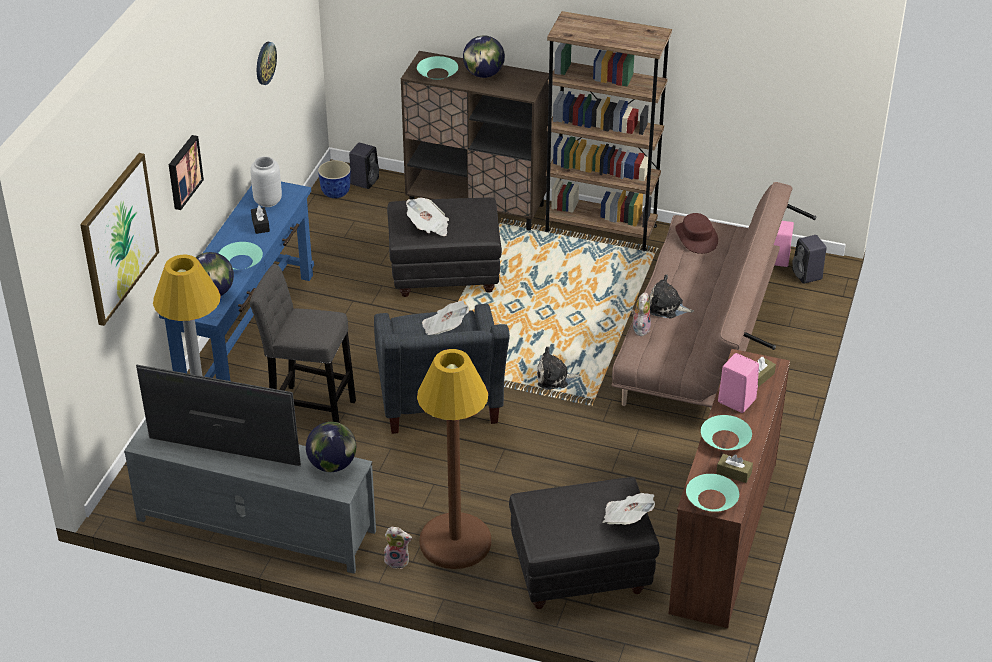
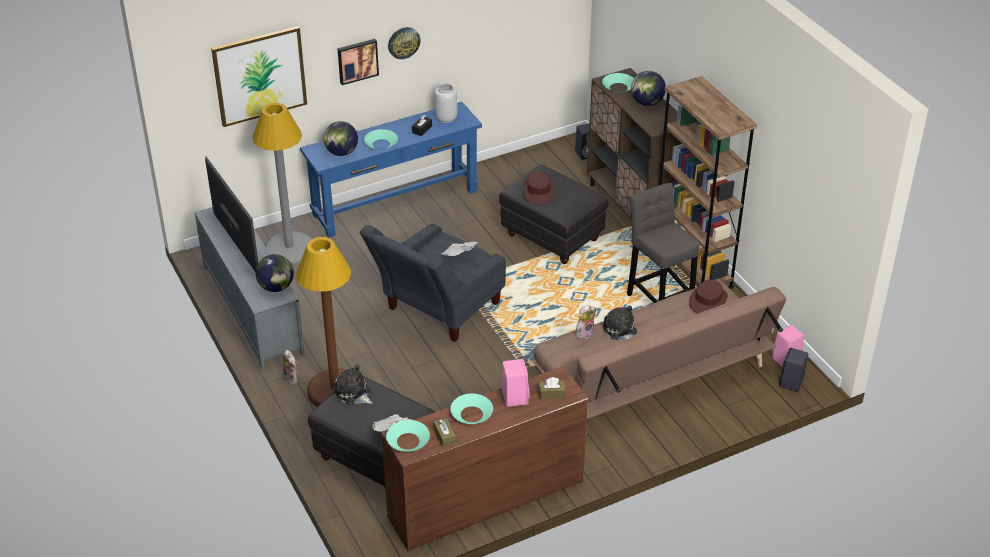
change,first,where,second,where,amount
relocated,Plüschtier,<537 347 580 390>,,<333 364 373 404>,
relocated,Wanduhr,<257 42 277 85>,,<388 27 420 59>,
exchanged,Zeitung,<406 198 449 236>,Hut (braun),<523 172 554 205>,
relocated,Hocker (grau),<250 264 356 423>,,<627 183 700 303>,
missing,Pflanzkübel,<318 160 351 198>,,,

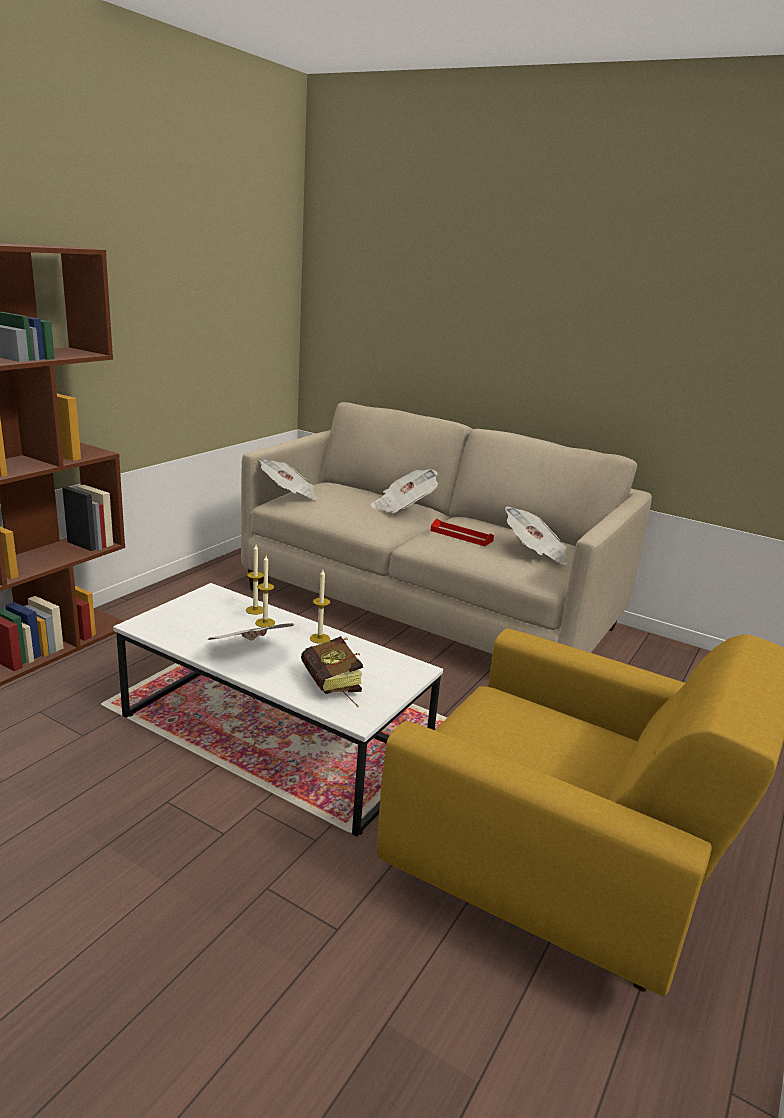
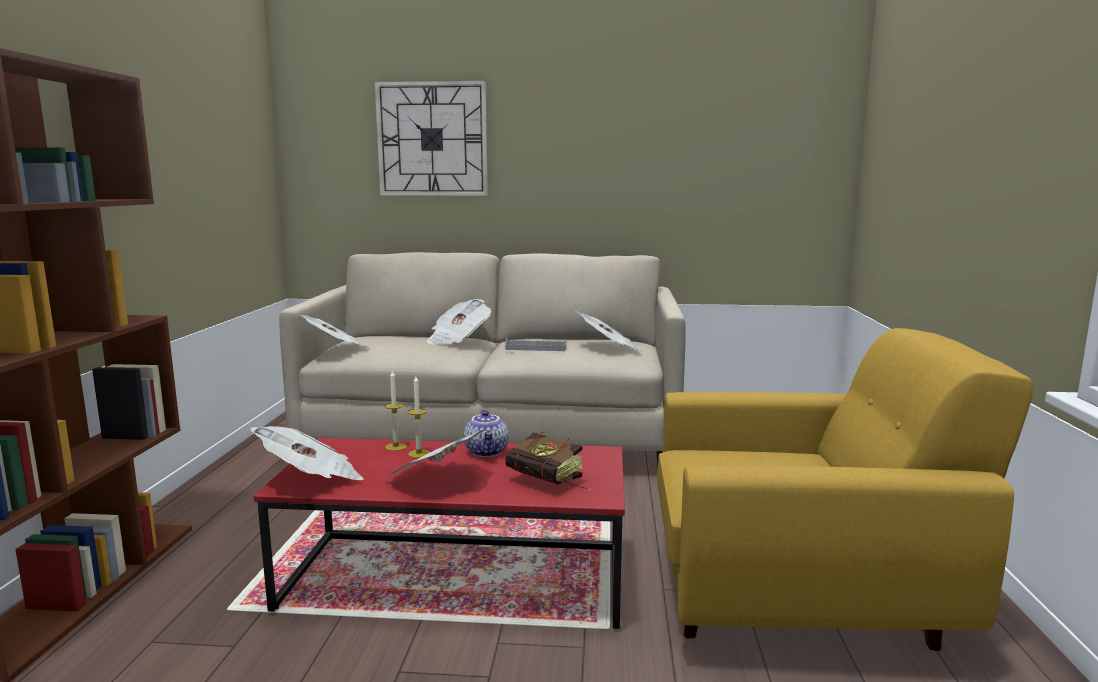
change,first,where,second,where,amount
appeared,,,Zeitung,<250 426 363 480>,
colour,Couchtisch (weiß),<113 583 443 837>,Couchtisch (rot),<253 438 625 629>,
appeared,,,Wanduhr,<375 81 488 196>,
exchanged,Kerze,<310 570 330 644>,Teekanne,<464 410 508 457>,
colour,Tablett (rot),<430 519 494 546>,Tablett (grau),<505 338 567 351>,

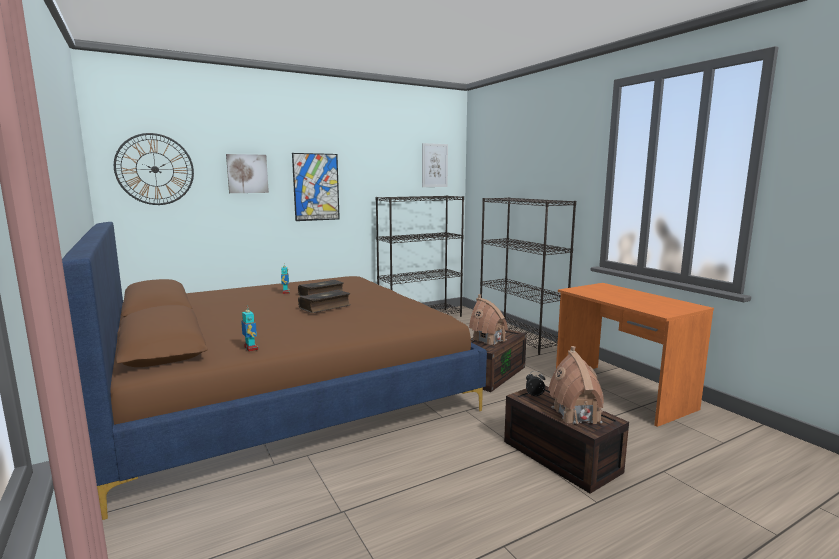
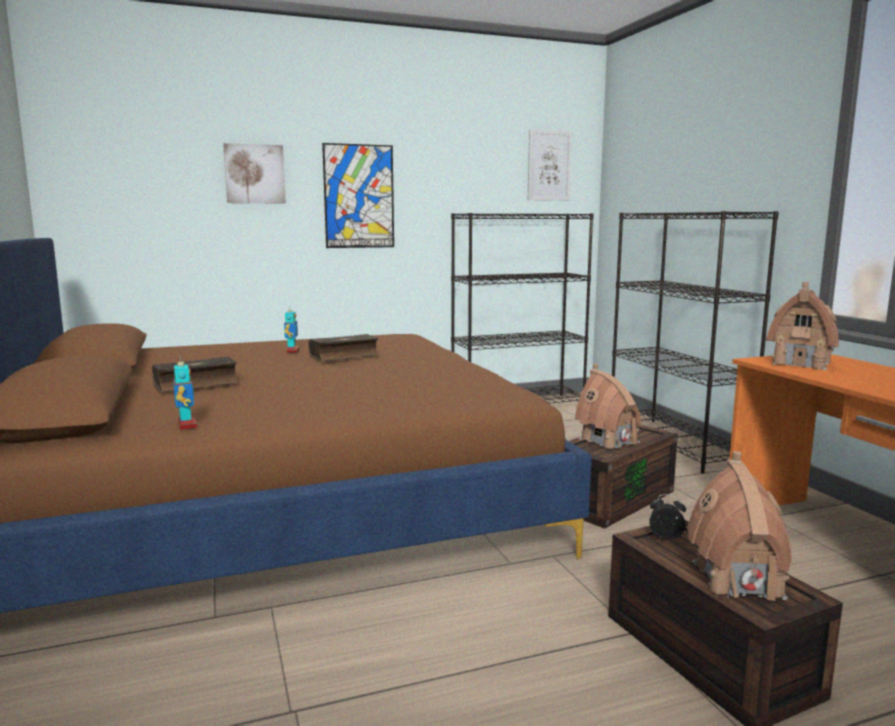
change,first,where,second,where,amount
relocated,Buch,<298 290 350 313>,,<152 357 238 393>,
appeared,,,Spielzeughaus,<766 282 839 370>,
missing,Wanduhr,<114 133 194 205>,,,

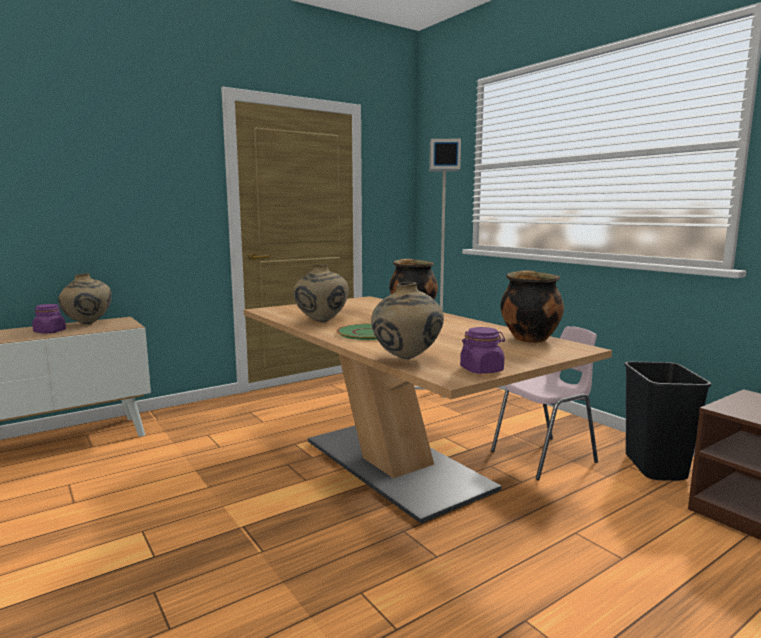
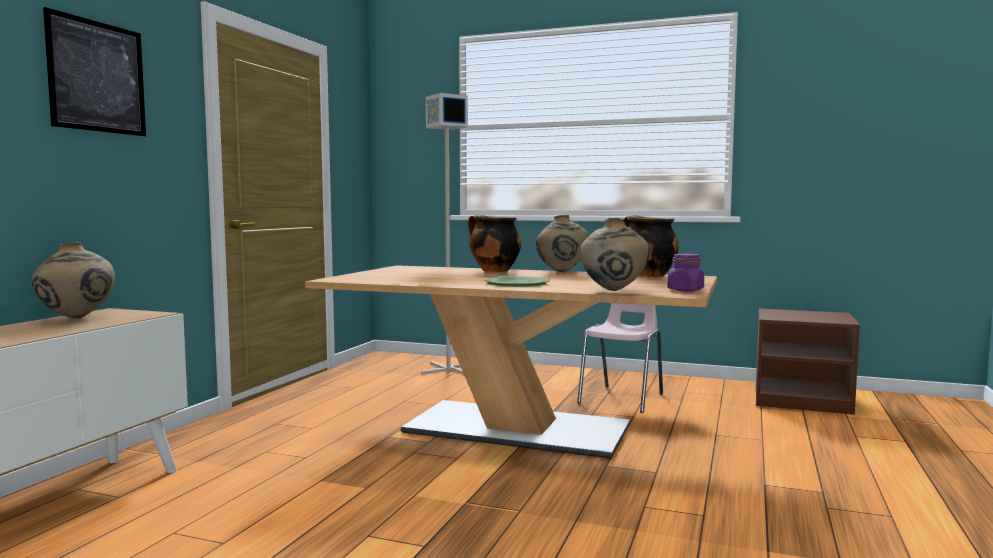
change,first,where,second,where,amount
appeared,,,Bild,<43 7 146 136>,
relocated,Vase (beige),<293 265 349 323>,,<536 215 589 272>,
missing,Vorratsglas (lila),<32 304 66 334>,,,
missing,Mülleimer (schwarz),<624 362 711 481>,,,

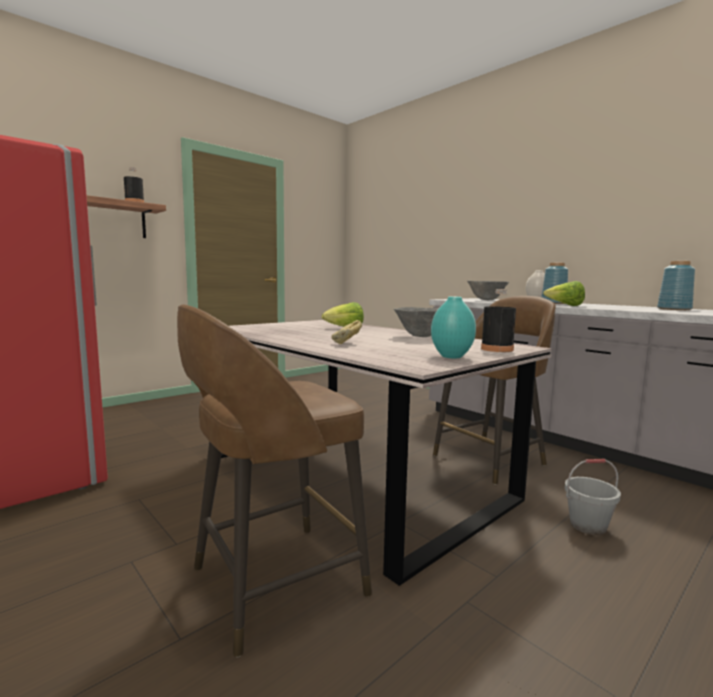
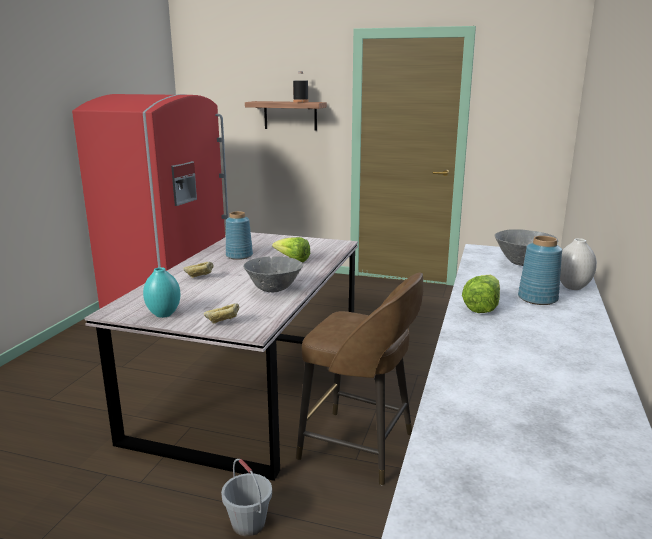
change,first,where,second,where,amount
exchanged,Flasche (schwarz),<481 289 516 352>,Brot,<204 304 239 324>,
relocated,Vase (blau),<657 261 695 310>,,<226 211 253 260>,
missing,Hocker (braun),<177 304 372 657>,,,

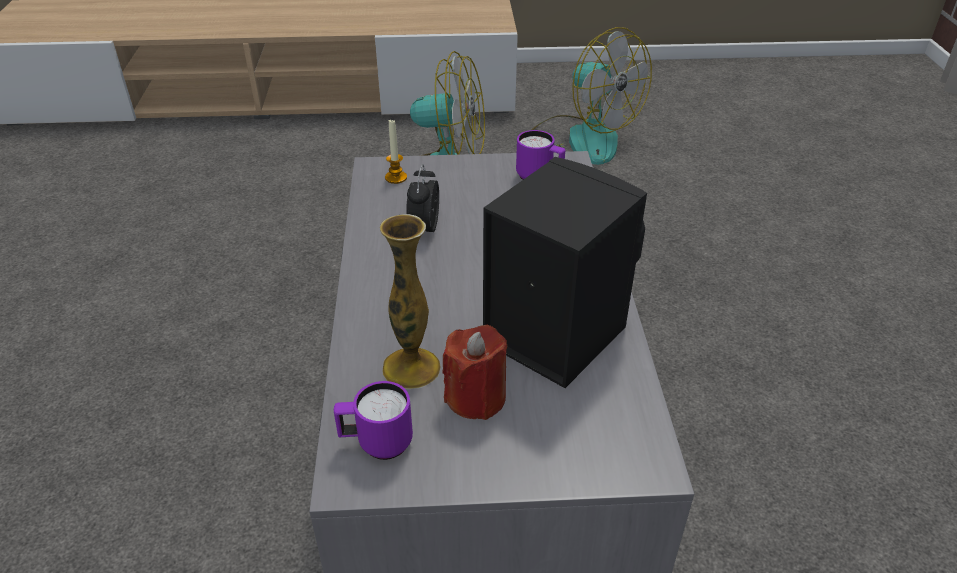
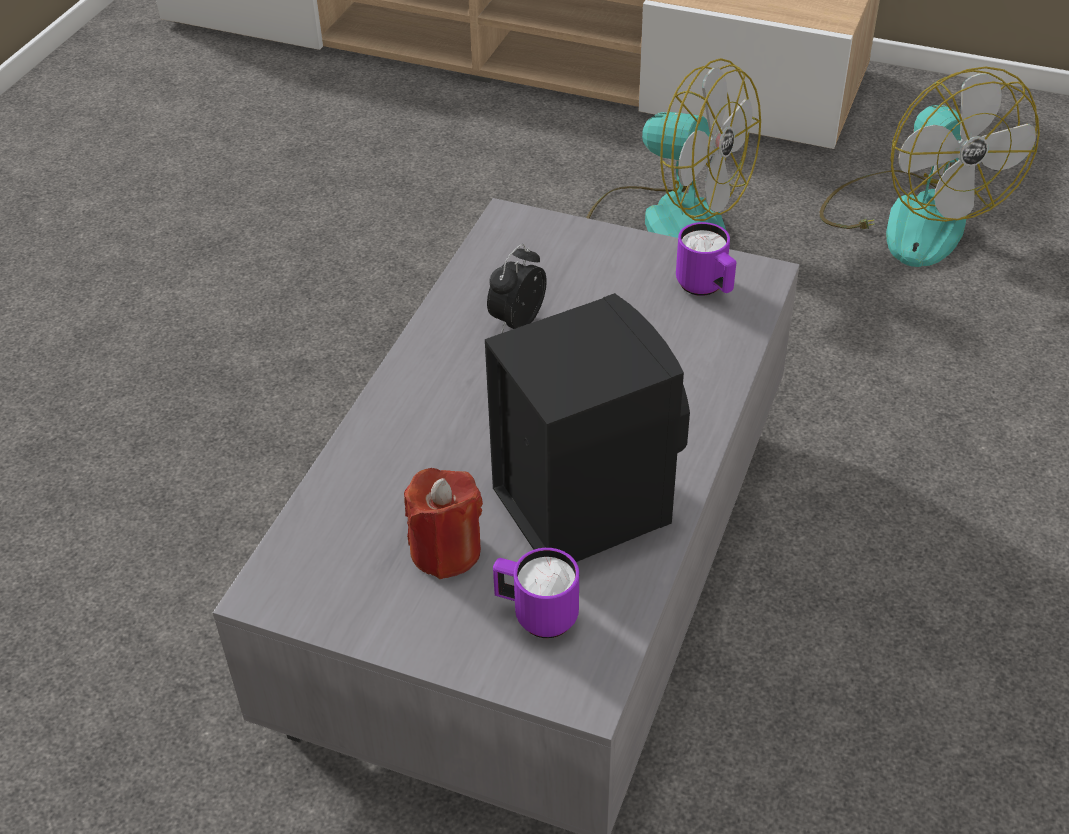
change,first,where,second,where,amount
relocated,Henkelbecher (lila),<334 381 413 460>,,<493 548 579 638>,
missing,Vase,<380 214 440 389>,,,
missing,Kerze,<385 119 407 184>,,,

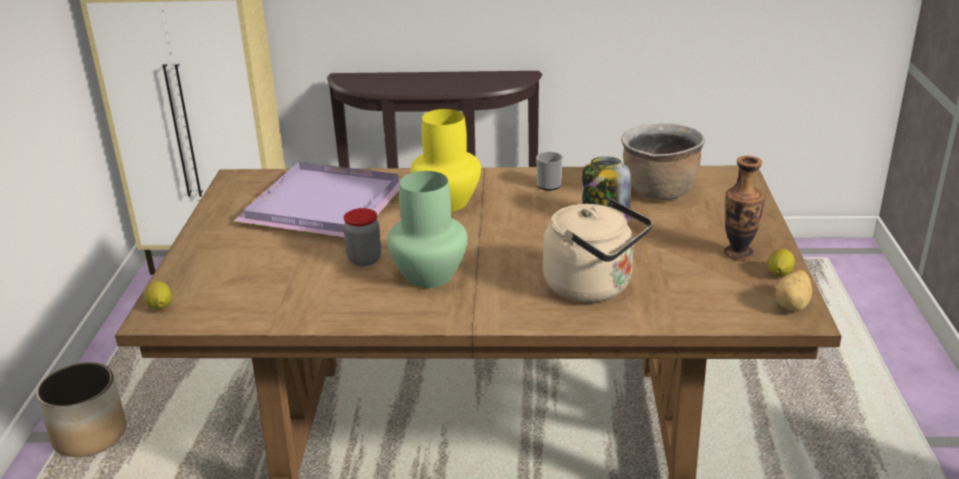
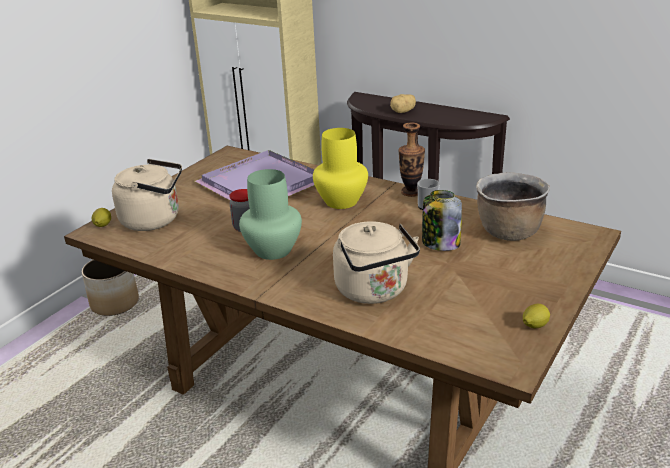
change,first,where,second,where,amount
appeared,,,Wasserkessel (beige),<112 159 182 231>,
relocated,Kartoffel,<775 270 812 312>,,<390 94 416 113>,
relocated,Vase,<724 156 766 261>,,<398 123 425 197>,

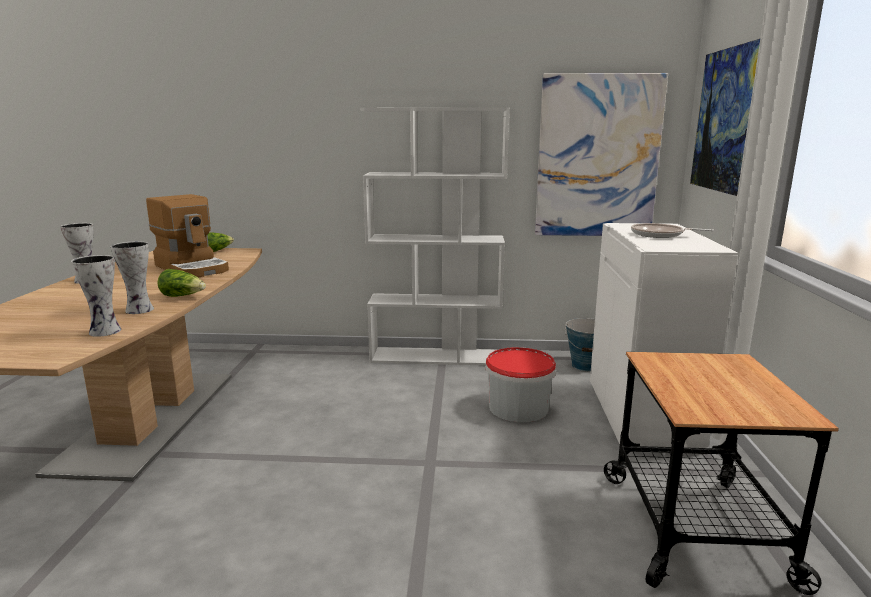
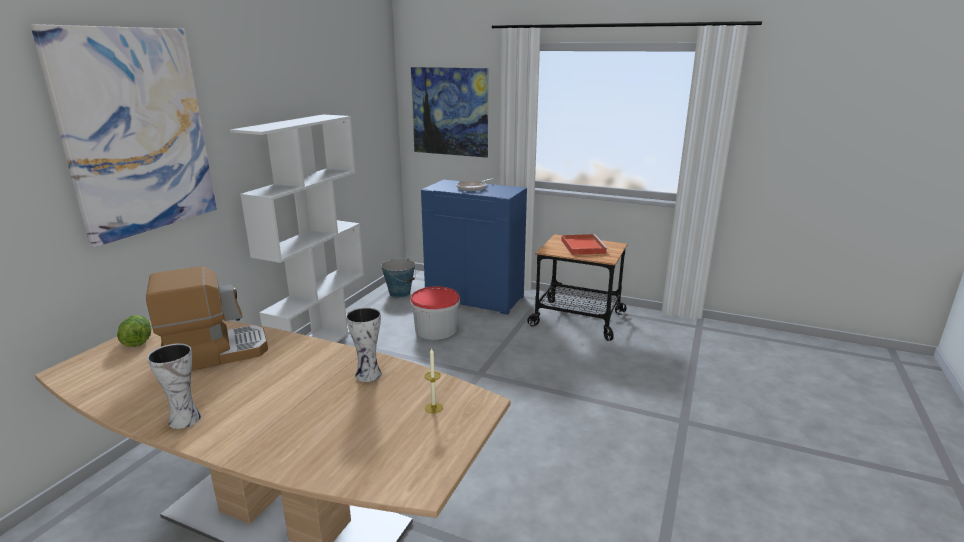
change,first,where,second,where,amount
relocated,Bild,<535 73 668 236>,,<30 24 217 247>,
colour,Schrank (weiß),<590 223 738 448>,Schrank (blau),<421 180 527 315>,
appeared,,,Kerze,<425 348 443 413>,
appeared,,,Tablett (rot),<561 234 608 255>,
missing,Vase,<71 255 122 337>,,,
missing,Salatkopf,<157 269 206 297>,,,

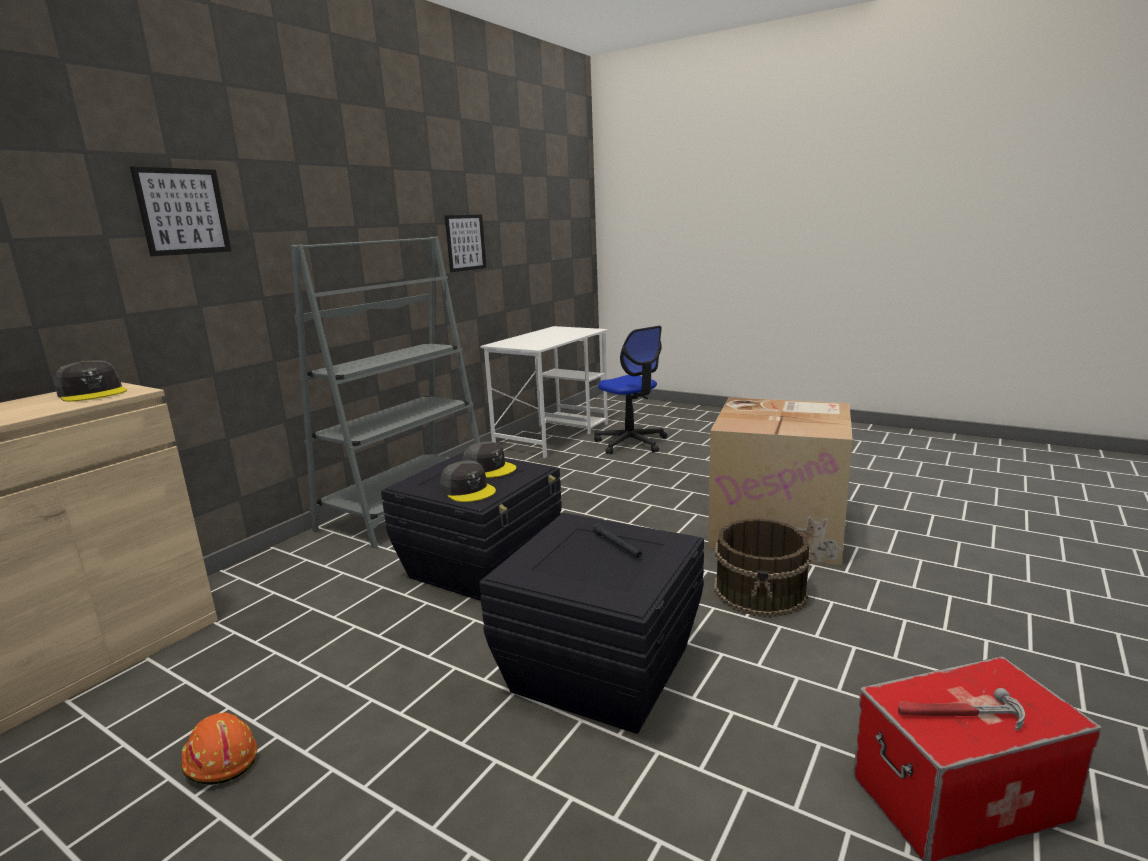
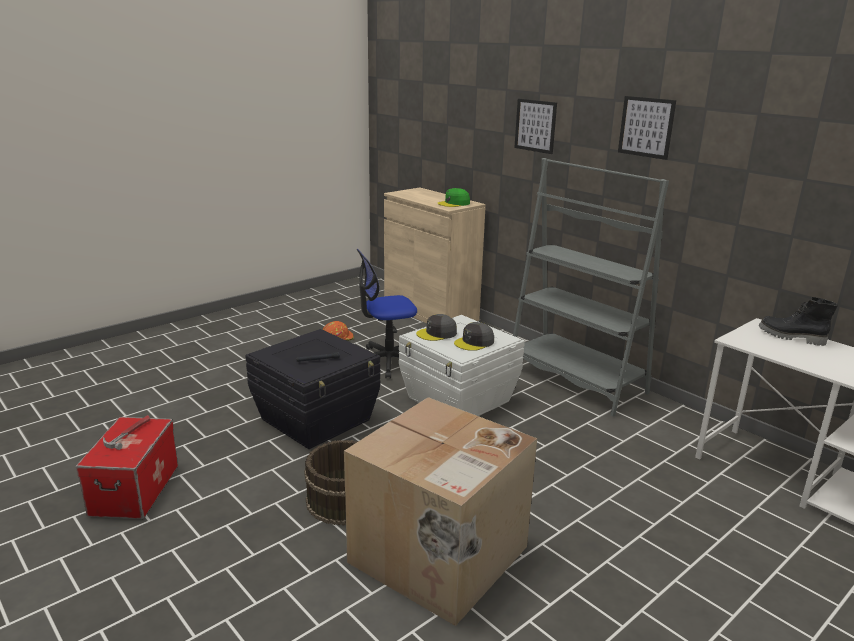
change,first,where,second,where,amount
relocated,Bürostuhl,<594 326 667 454>,,<357 249 417 379>,
colour,Aufbewahrungsbox (schwarz),<381 451 562 601>,Aufbewahrungsbox (weiß),<399 315 525 416>,
colour,Kappe (grau),<55 360 127 402>,Kappe (grün),<438 188 470 207>,
relocated,Bild,<445 215 486 272>,,<618 96 676 160>,
appeared,,,Stiefel (schwarz),<759 297 838 346>,

